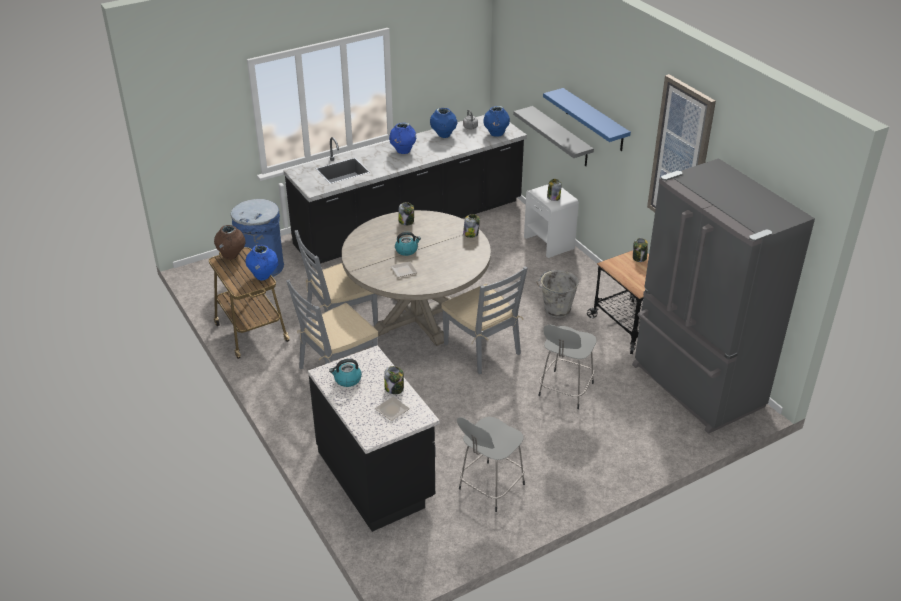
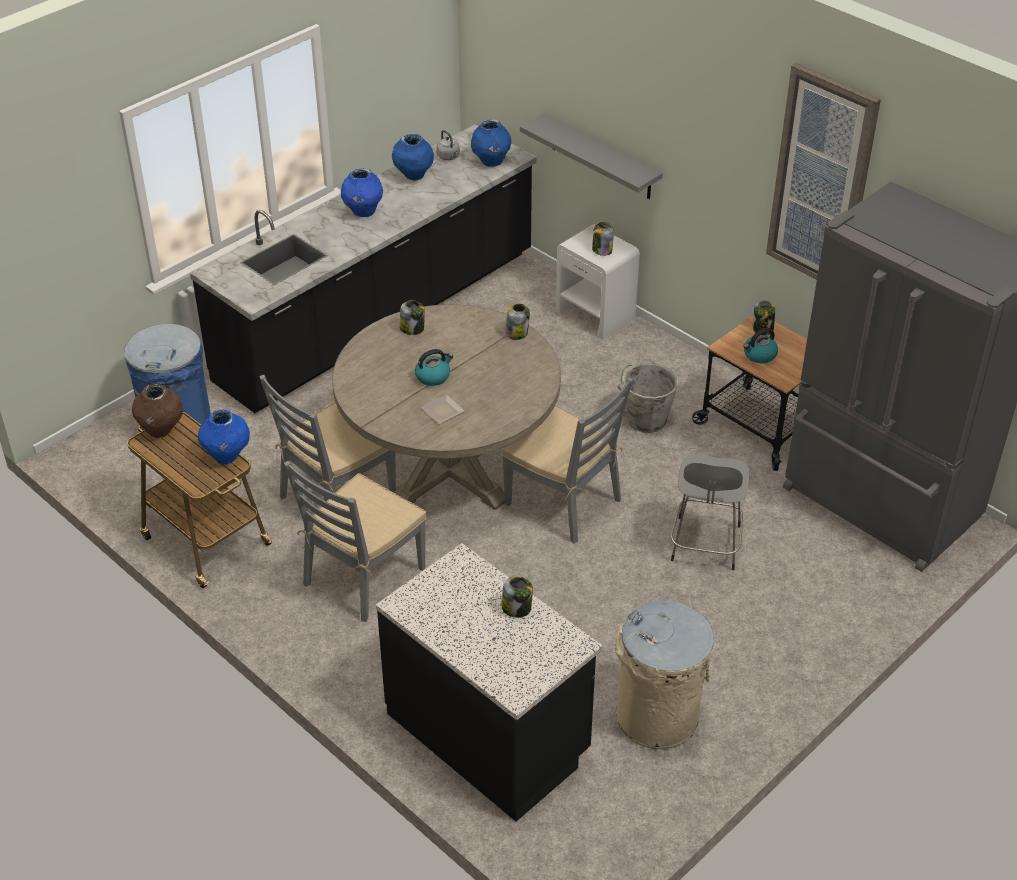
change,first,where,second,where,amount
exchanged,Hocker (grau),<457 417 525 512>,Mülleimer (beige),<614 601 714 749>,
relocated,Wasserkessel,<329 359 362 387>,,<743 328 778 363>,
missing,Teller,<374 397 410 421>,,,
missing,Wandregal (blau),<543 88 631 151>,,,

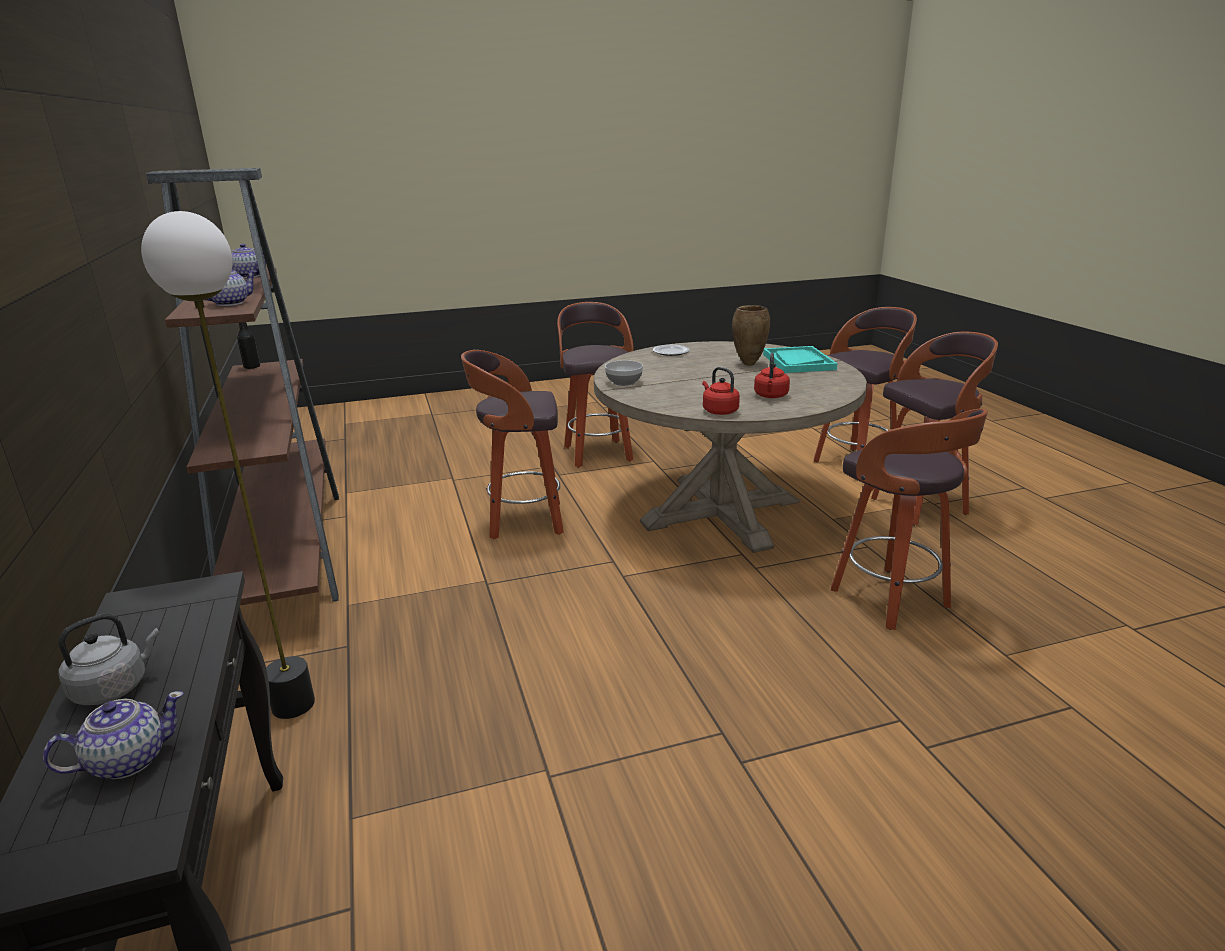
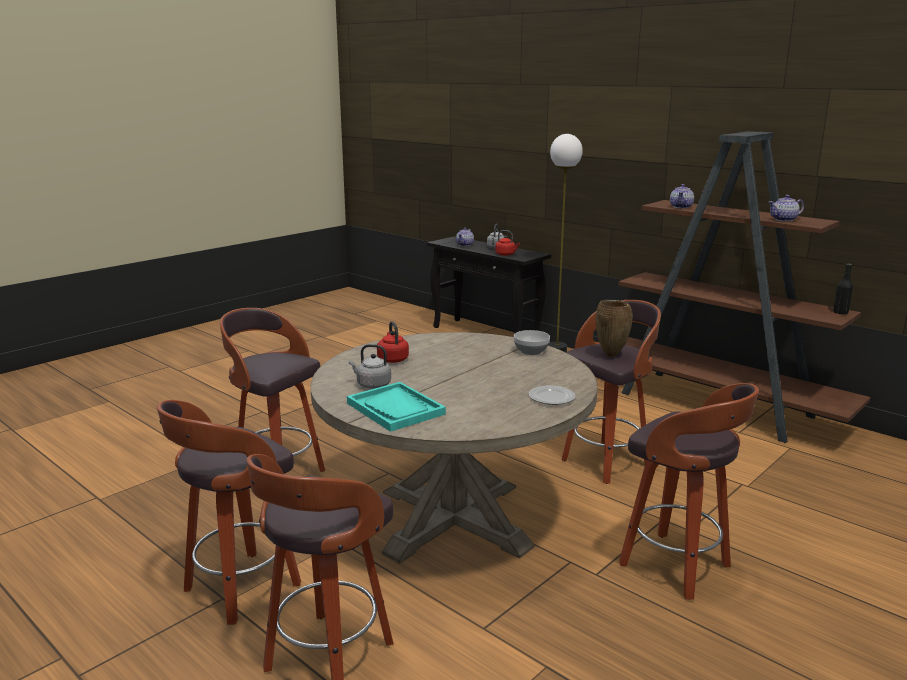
change,first,where,second,where,amount
appeared,,,Wasserkessel (grau),<349 344 391 389>,
relocated,Wasserkessel (rot),<702 367 740 415>,,<495 230 520 256>,
relocated,Vase (braun),<732 305 770 366>,,<596 300 633 357>,

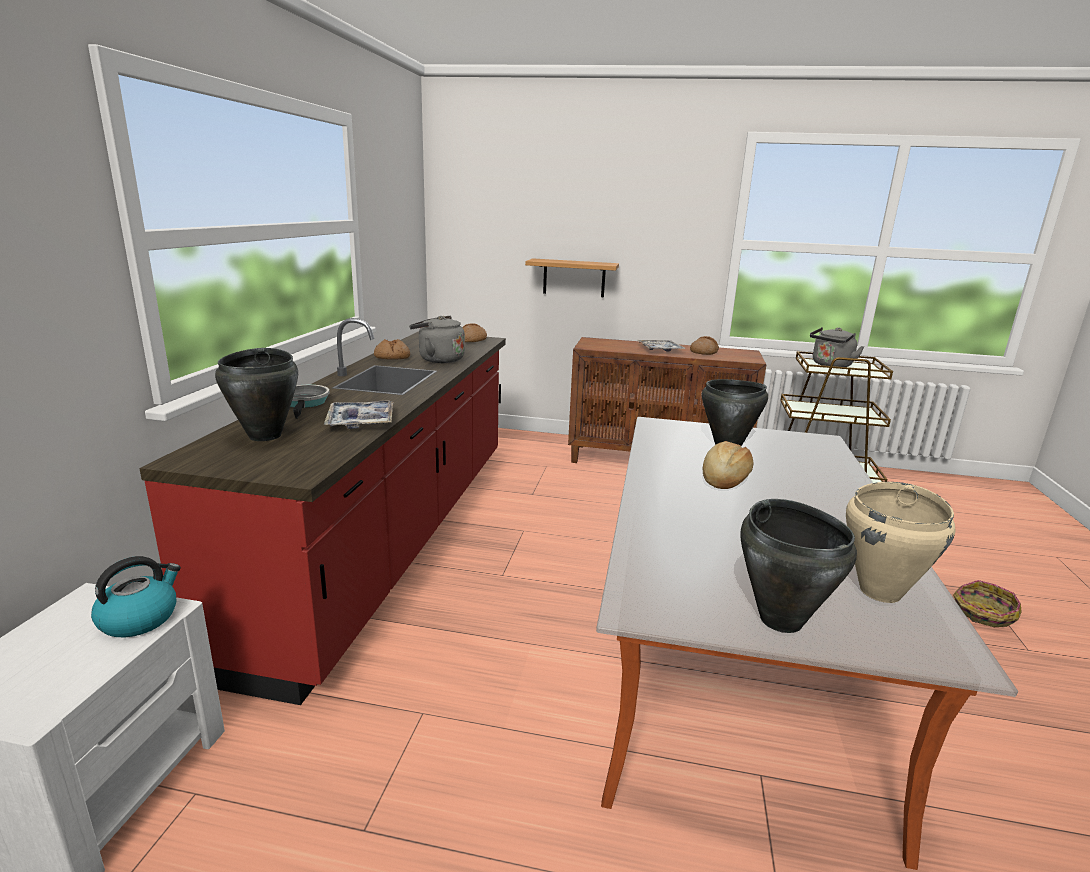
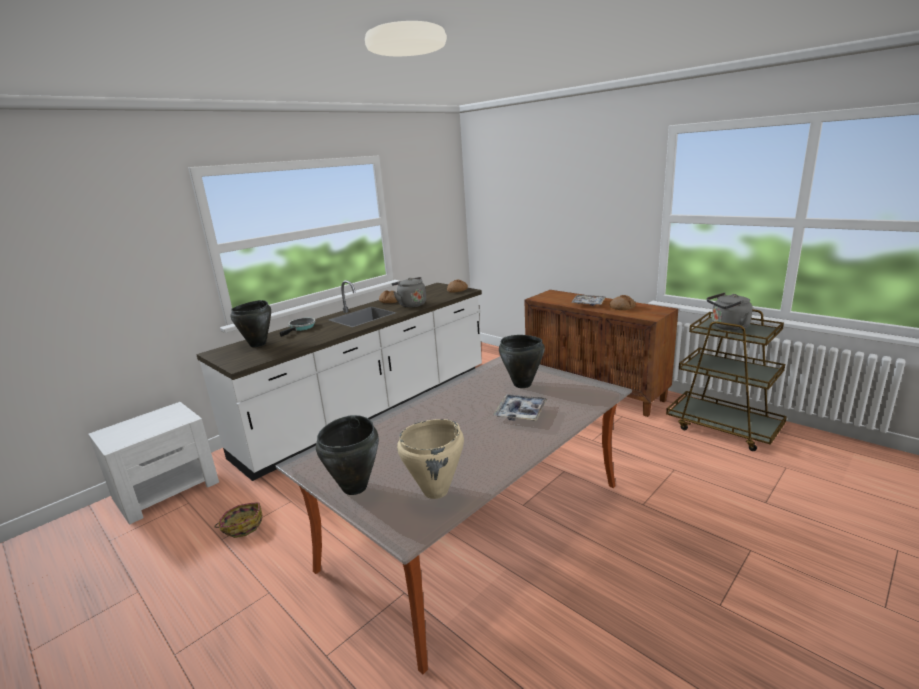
change,first,where,second,where,amount
colour,Küchenzeile (rot),<139 318 506 705>,Küchenzeile (weiß),<196 280 482 481>,
relocated,Korb,<953 580 1022 627>,,<214 502 262 538>,
relocated,Tablett,<324 400 393 429>,,<493 394 547 421>,
missing,Wasserkessel,<91 556 181 637>,,,
missing,Wandregal,<525 258 619 297>,,,
missing,Brot,<702 441 754 489>,,,

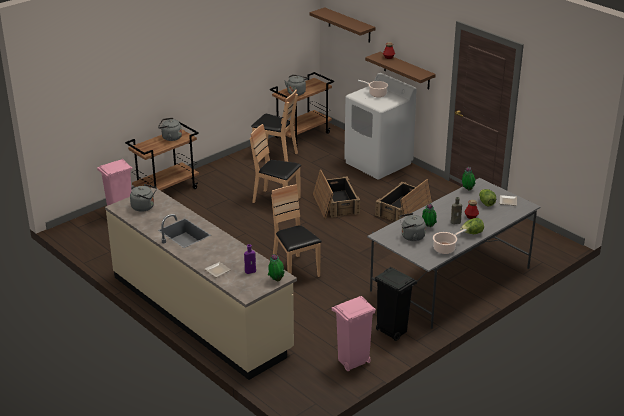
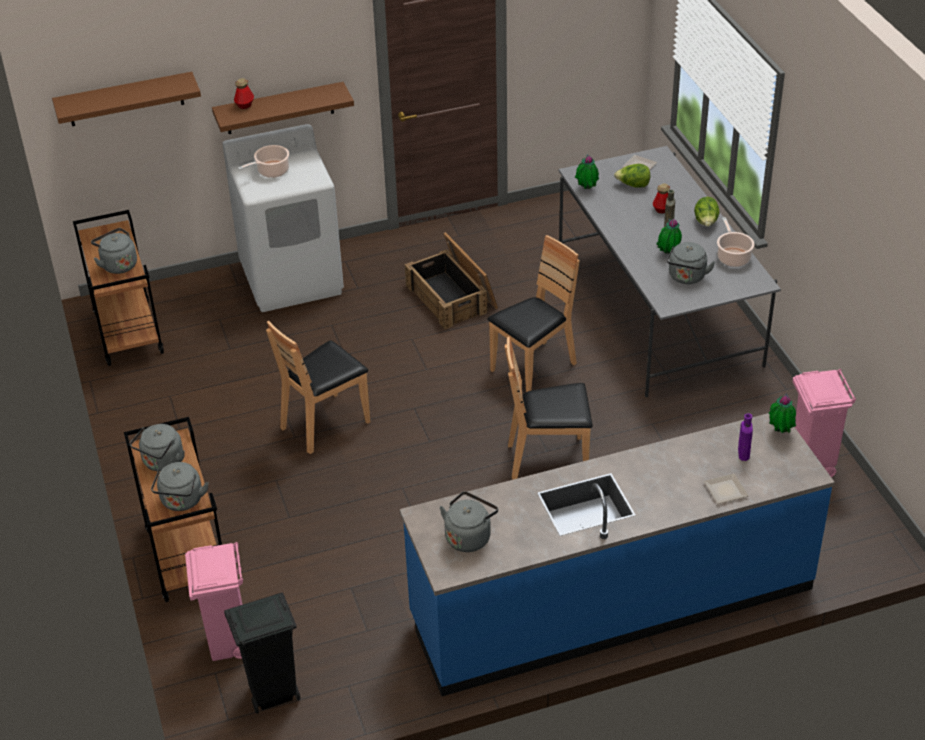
change,first,where,second,where,amount
appeared,,,Wasserkessel (grau),<151 462 209 511>,
relocated,Mülleimer (schwarz),<375 267 417 341>,,<224 593 300 714>,
colour,Küchenzeile (beige),<105 188 297 380>,Küchenzeile (blau),<400 413 835 696>,
relocated,Stuhl (braun),<251 90 298 162>,,<487 235 580 392>,
missing,Kiste,<313 169 360 219>,,,

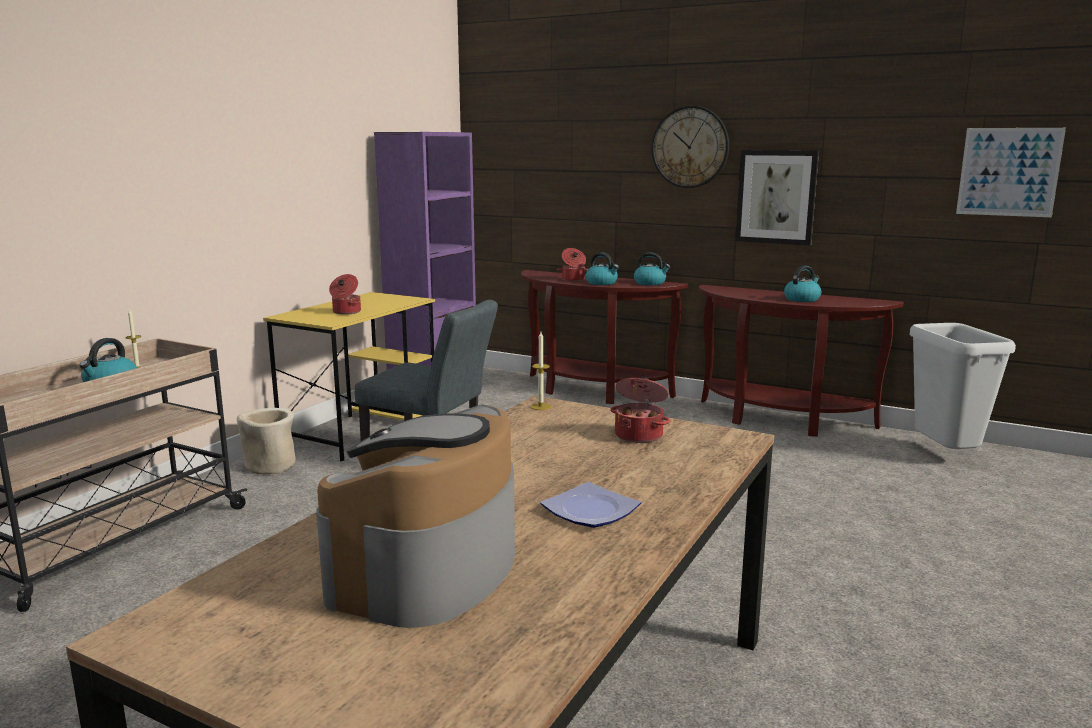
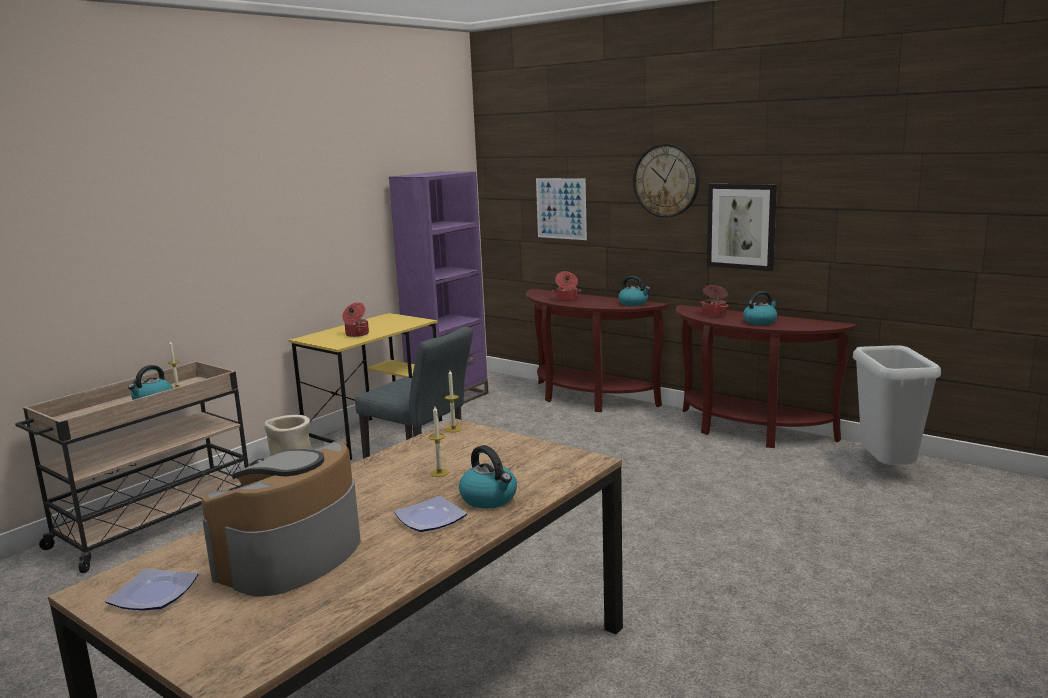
change,first,where,second,where,amount
appeared,,,Teller,<105 568 199 610>,
appeared,,,Kerze,<429 406 449 477>,
relocated,Wasserkessel,<586 252 619 285>,,<459 445 517 509>,
relocated,Bild,<956 128 1066 217>,,<536 178 587 240>,
relocated,Kochtopf,<610 377 670 443>,,<700 285 729 317>,

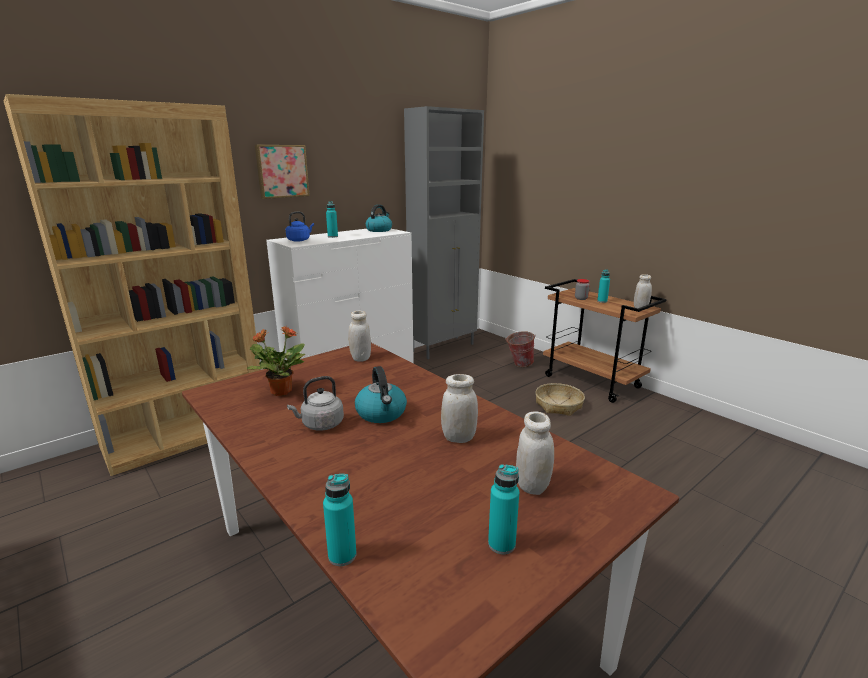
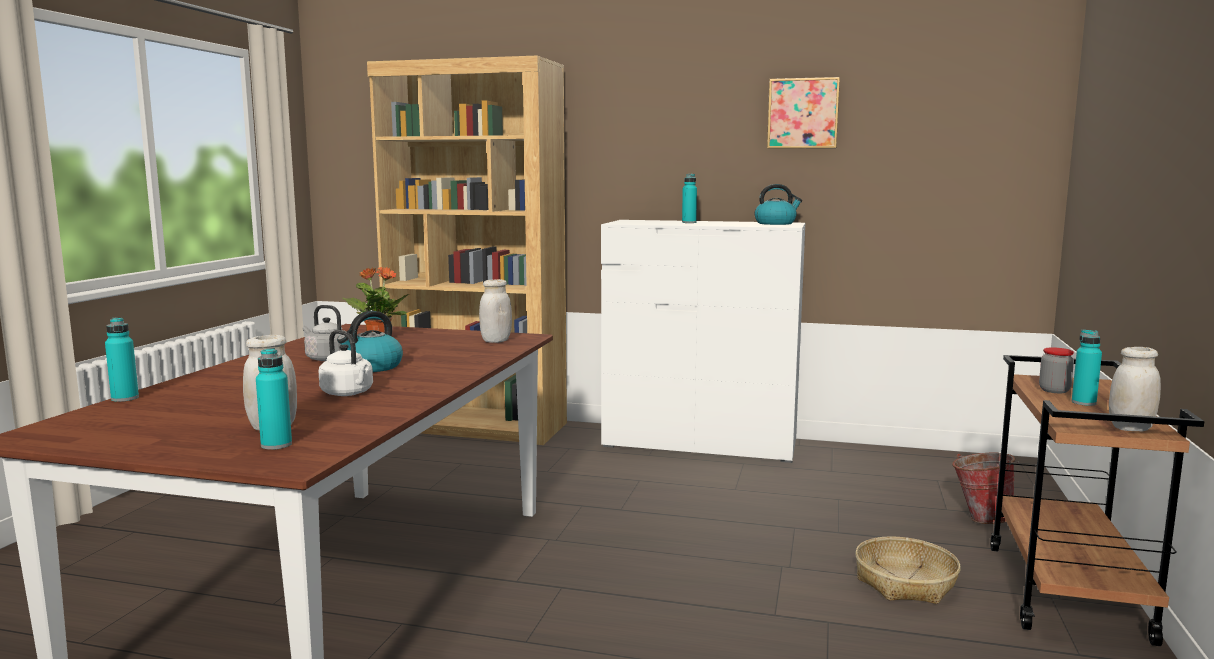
change,first,where,second,where,amount
relocated,Flasche (türkis),<488 464 519 554>,,<256 348 292 450>,
exchanged,Vorratsglas (weiß),<441 374 478 443>,Wasserkessel (weiß),<318 330 373 396>,
relocated,Bild,<255 145 310 199>,,<767 77 840 149>,
missing,Wasserkessel (blau),<286 212 314 242>,,,
missing,Schrank (grau),<404 106 484 359>,,,

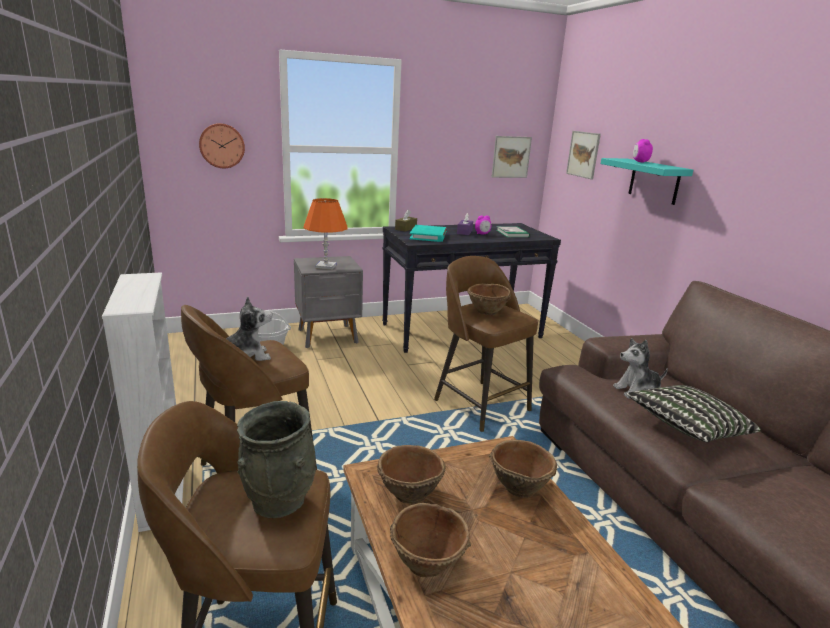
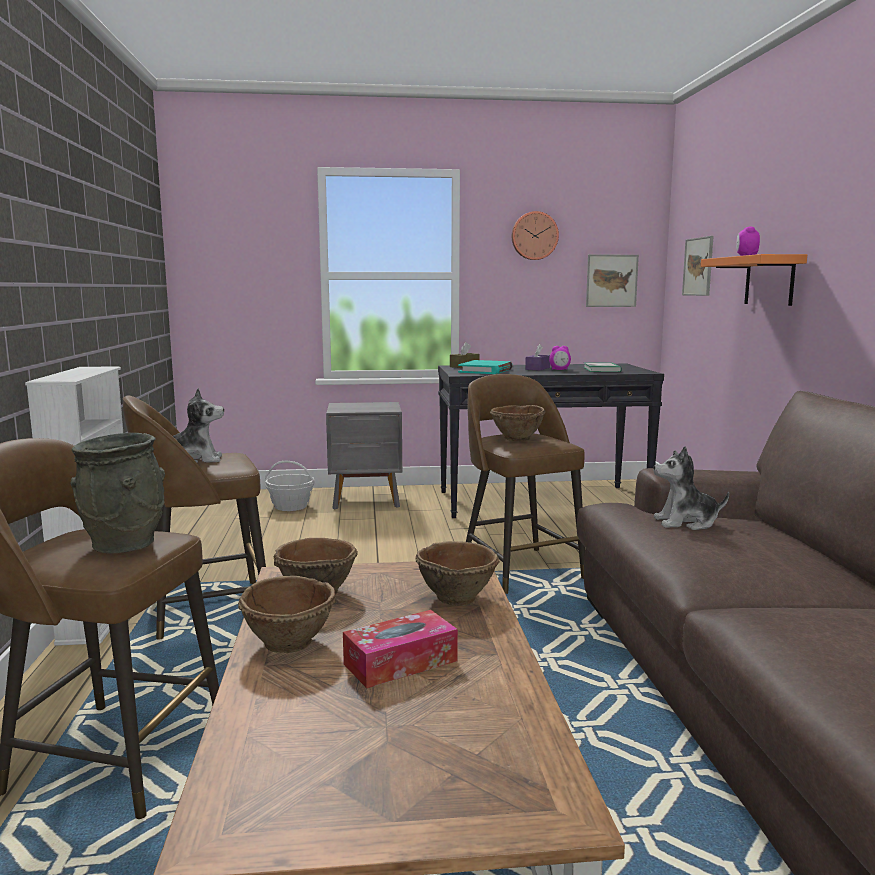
change,first,where,second,where,amount
appeared,,,Taschentuchbox,<343 610 458 688>,
relocated,Wanduhr,<199 123 245 168>,,<512 211 559 260>,
colour,Wandregal (türkis),<601 158 693 205>,Wandregal (orange),<701 254 807 306>,
missing,Tischlampe (orange),<303 198 348 270>,,,
missing,Kissen,<626 385 761 442>,,,

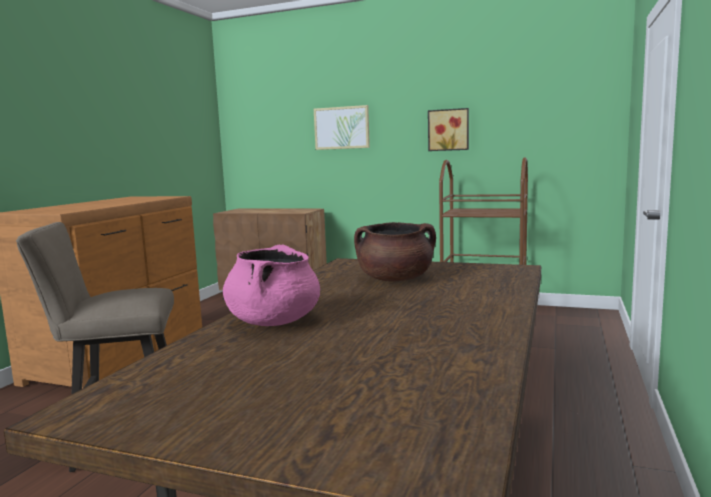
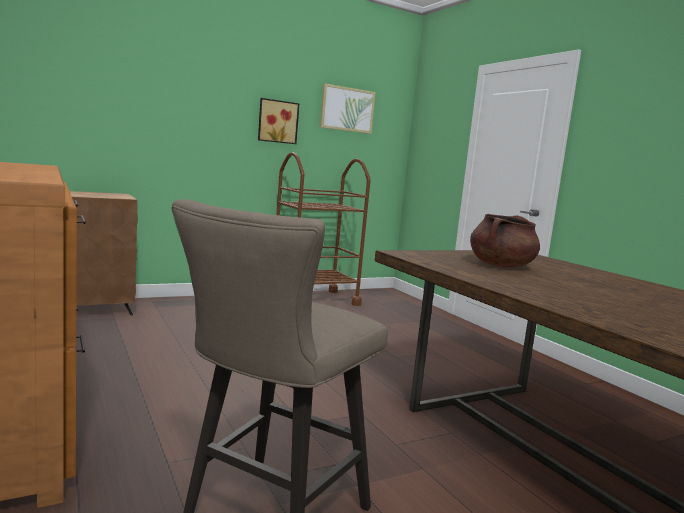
change,first,where,second,where,amount
relocated,Bild,<314 105 370 150>,,<320 84 375 134>,
missing,Kochtopf (rosa),<223 245 320 326>,,,

